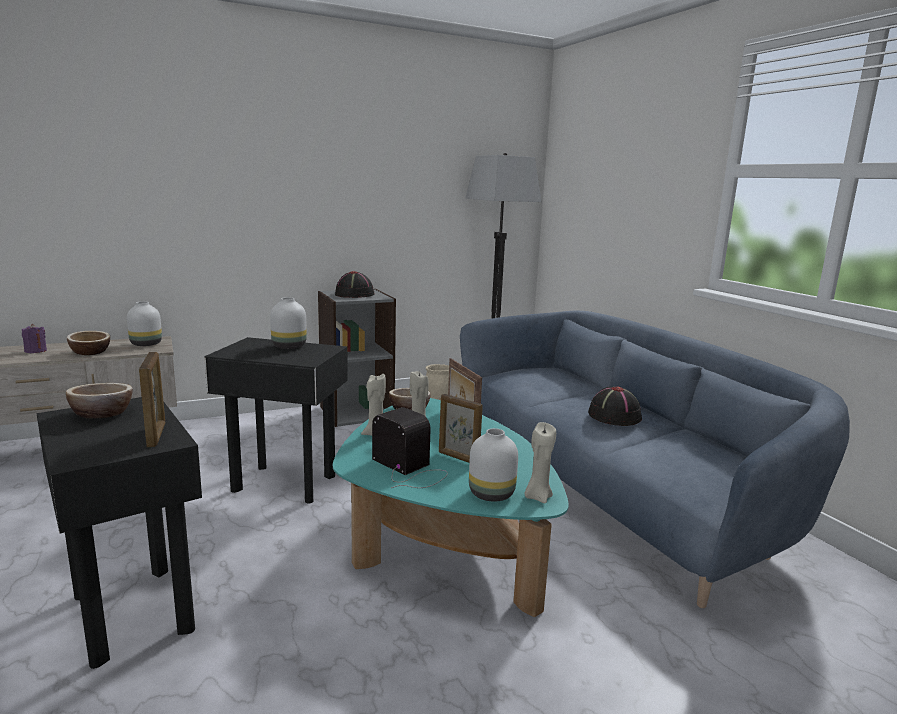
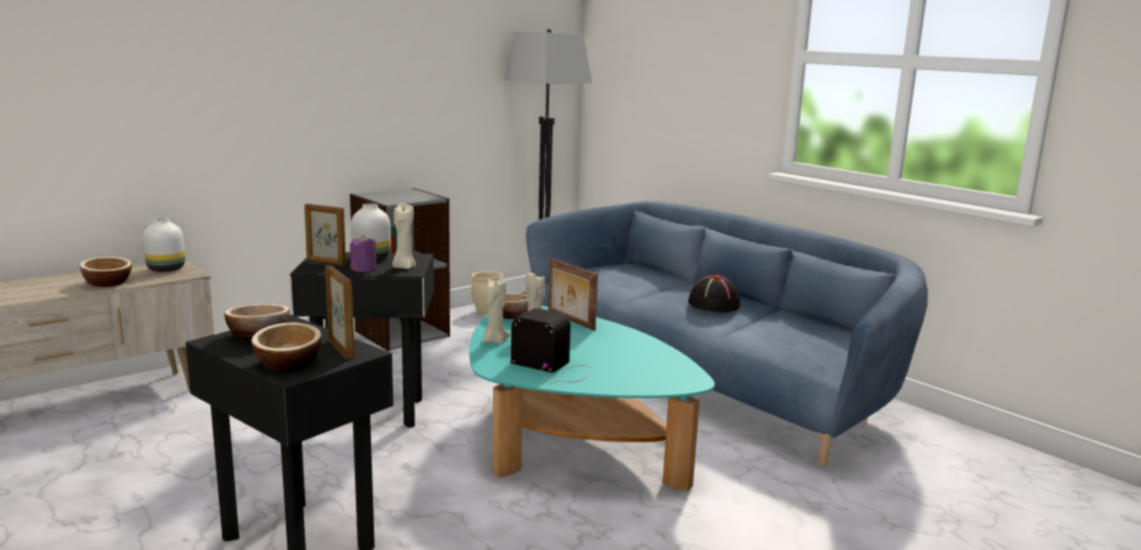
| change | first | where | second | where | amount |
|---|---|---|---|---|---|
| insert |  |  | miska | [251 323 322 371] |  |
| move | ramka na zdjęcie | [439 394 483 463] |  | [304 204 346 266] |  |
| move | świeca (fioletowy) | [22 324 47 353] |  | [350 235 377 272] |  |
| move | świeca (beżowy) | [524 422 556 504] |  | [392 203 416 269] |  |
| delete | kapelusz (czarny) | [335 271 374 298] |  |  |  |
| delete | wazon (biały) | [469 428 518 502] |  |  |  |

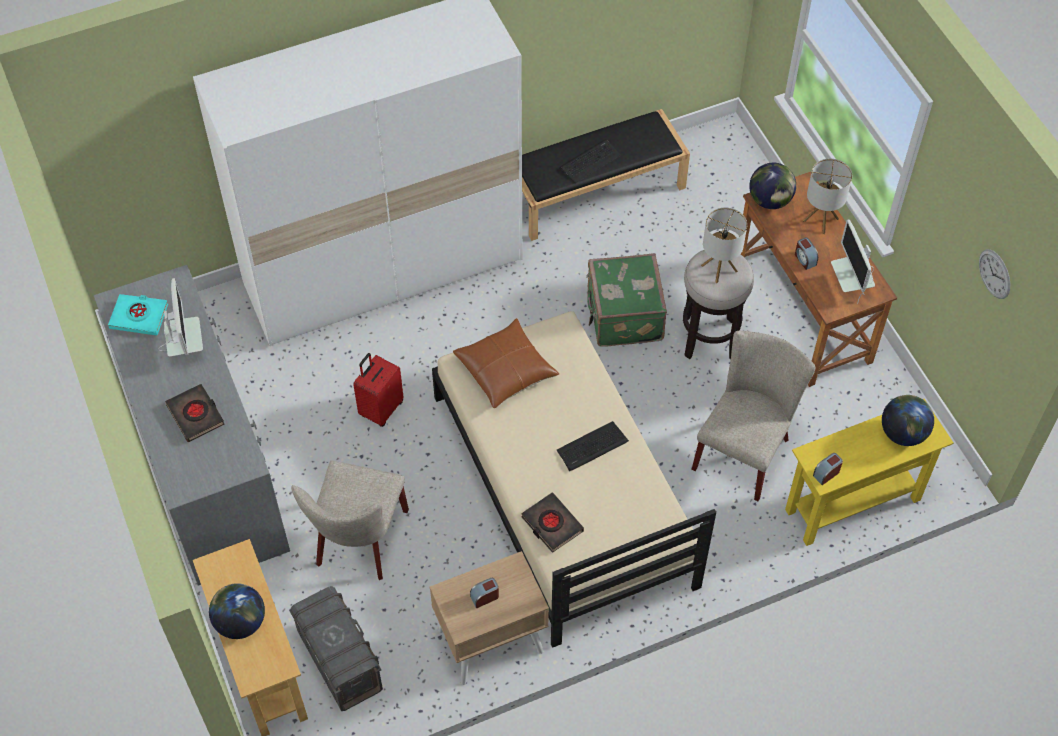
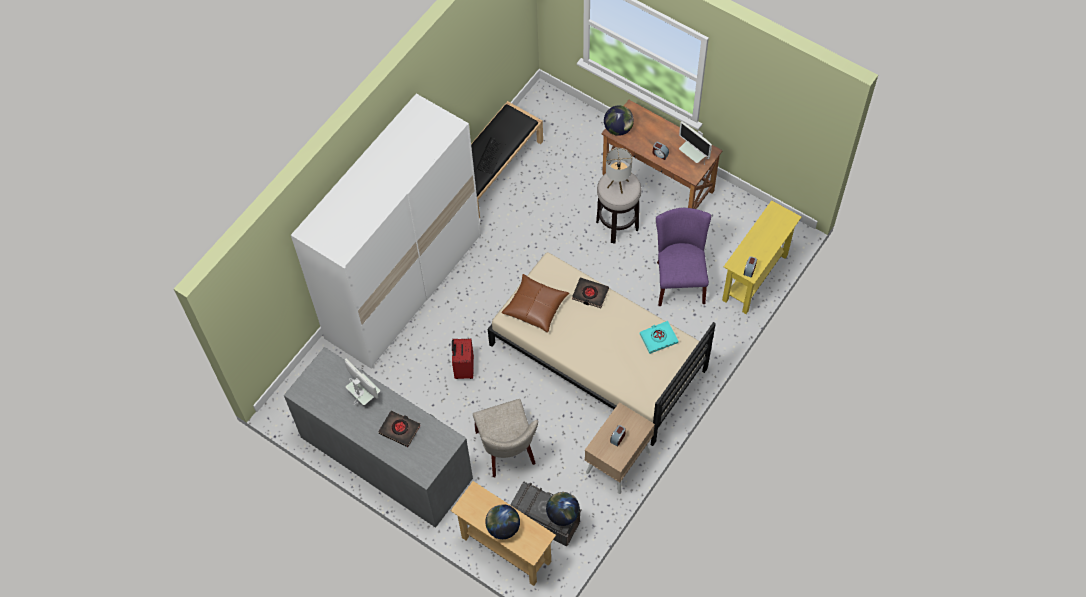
| change | first | where | second | where | amount |
|---|---|---|---|---|---|
| move | globus | [882 395 934 446] |  | [546 492 580 526] |  |
| move | książka (czarny) | [521 492 584 553] |  | [572 277 609 308] |  |
| move | książka (turkusowy) | [108 294 168 336] |  | [639 321 678 354] |  |
| recolor | krzesło (beżowy) | [692 331 815 501] | krzesło (fioletowy) | [656 208 711 306] |  |
| delete | klawiatura | [557 421 629 471] |  |  |  |
| delete | walizka (zielony) | [586 253 667 347] |  |  |  |
| delete | lampa stołowa | [803 159 852 234] |  |  |  |
| delete | zegar ścienny | [979 249 1010 299] |  |  |  |

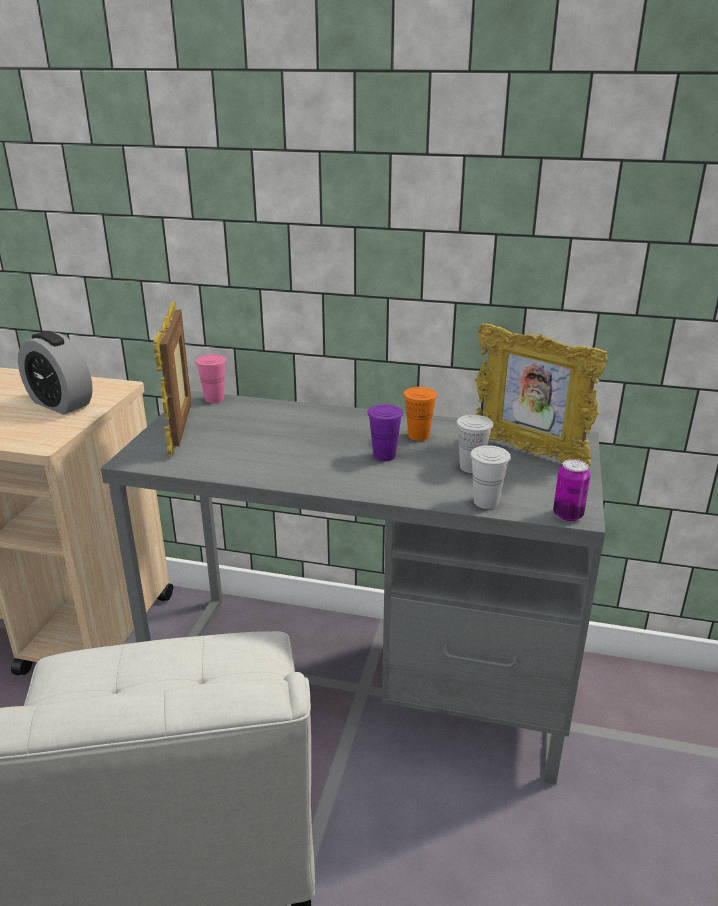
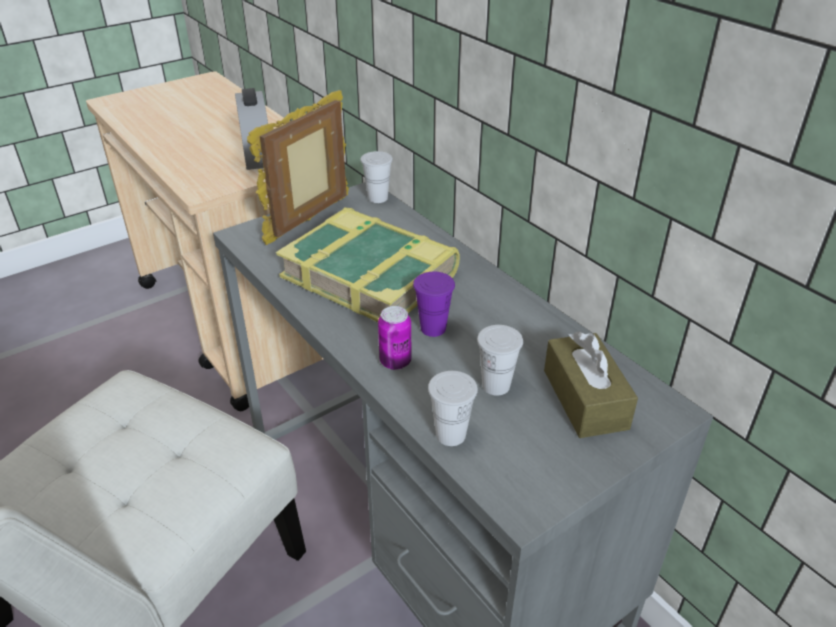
| change | first | where | second | where | amount |
|---|---|---|---|---|---|
| insert |  |  | książka | [276 207 460 322] |  |
| recolor | filiżanka (różowy) | [195 354 226 403] | filiżanka (biały) | [360 151 393 203] |  |
| move | puszka | [553 459 590 521] |  | [378 306 411 370] |  |
| replace | ramka na zdjęcie | [475 323 608 469] | pudełko chusteczek (brązowy) | [544 331 638 438] |  |
| delete | filiżanka (pomarańczowy) | [403 387 437 441] |  |  |  |

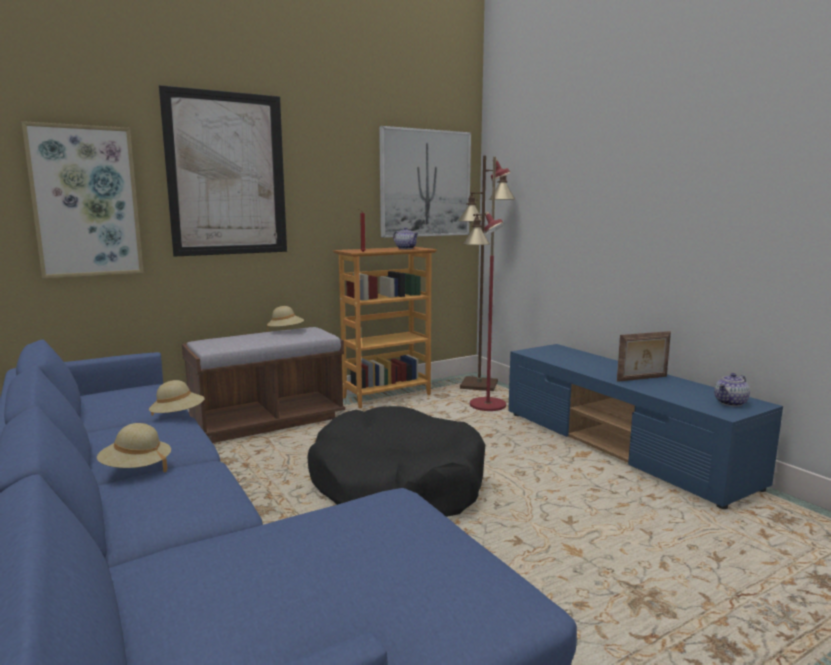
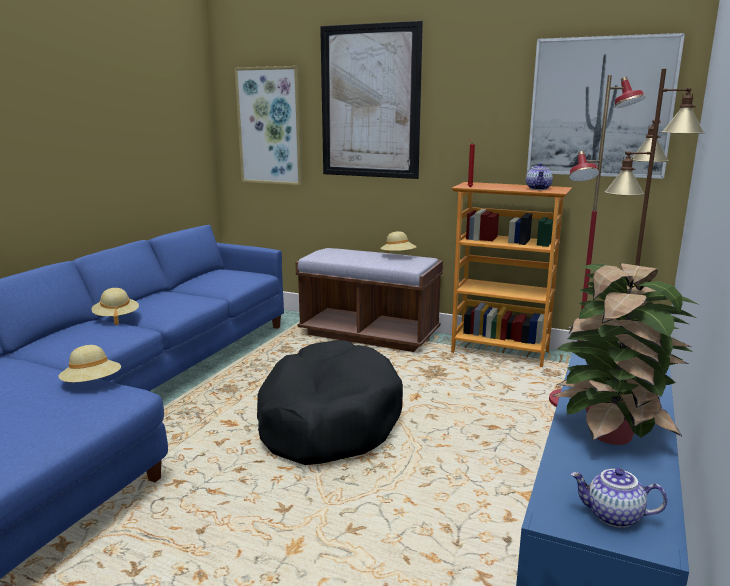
| change | first | where | second | where | amount |
|---|---|---|---|---|---|
| move | kapelusz (beżowy) | [149 380 204 416] |  | [58 345 121 382] |  |
| replace | ramka na zdjęcie | [617 331 671 382] | roślina doniczkowa | [552 263 699 445] |  |

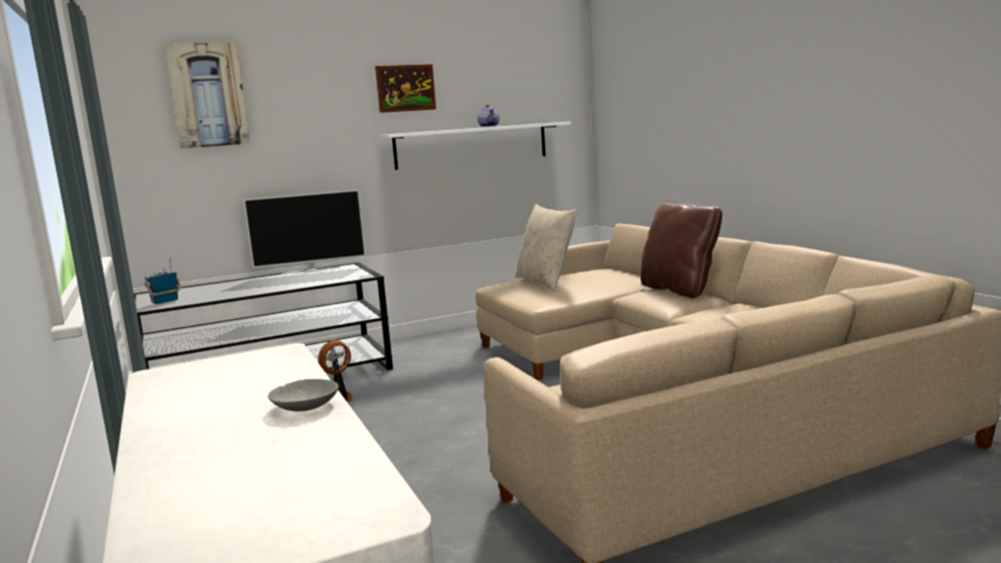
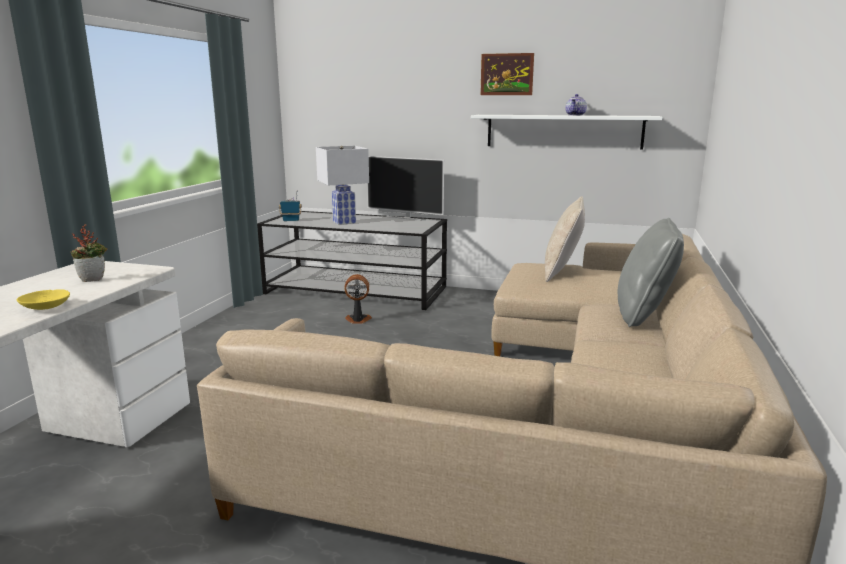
| change | first | where | second | where | amount |
|---|---|---|---|---|---|
| recolor | miska (szary) | [268 379 339 412] | miska (żółty) | [17 290 70 310] |  |
| insert |  |  | roślina doniczkowa | [71 224 108 282] |  |
| insert |  |  | lampa stołowa (biały) | [316 146 369 225] |  |
| recolor | poduszka (brązowy) | [641 201 722 299] | poduszka (szary) | [618 218 684 327] |  |
| delete | obraz | [164 42 250 149] |  |  |  |

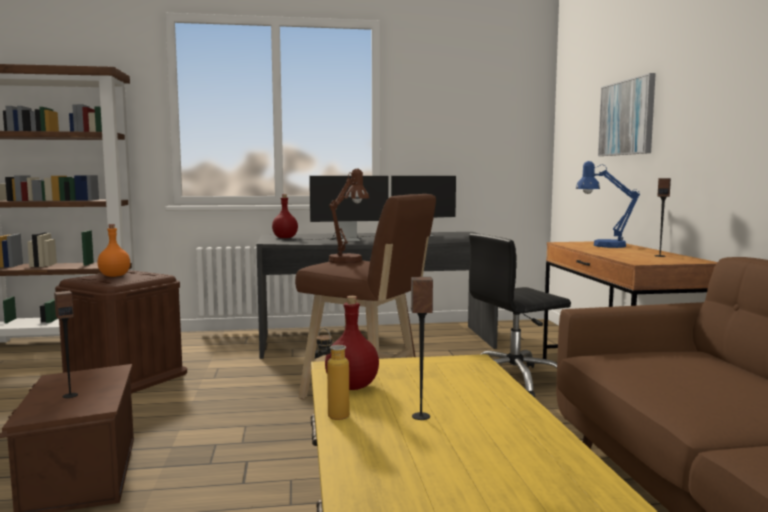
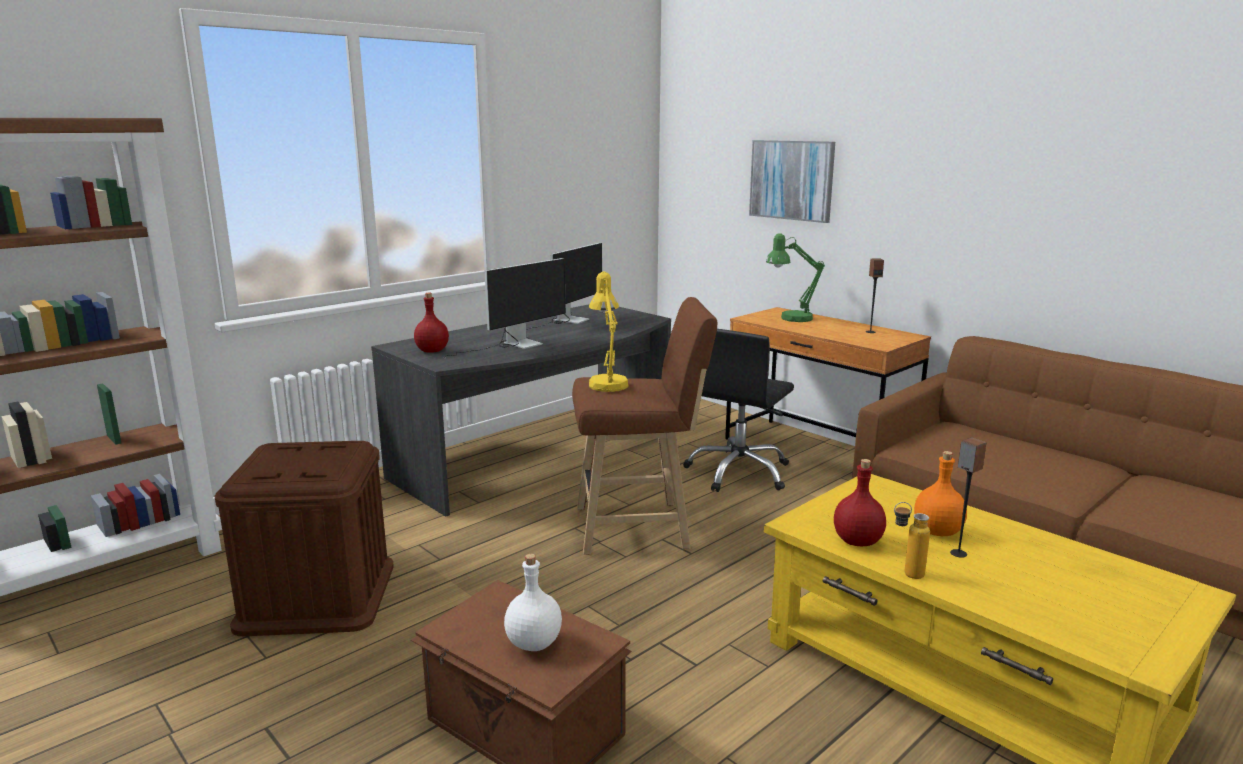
| change | first | where | second | where | amount |
|---|---|---|---|---|---|
| replace | głośnik | [54 291 78 398] | butelka (biały) | [504 554 562 651] |  |
| recolor | lampa stołowa (brązowy) | [329 169 369 264] | lampa stołowa (żółty) | [589 271 628 392] |  |
| recolor | lampa stołowa (niebieski) | [576 161 640 248] | lampa stołowa (zielony) | [766 233 825 322] |  |
| move | butelka (pomarańczowy) | [97 224 130 277] |  | [914 451 967 536] |  |

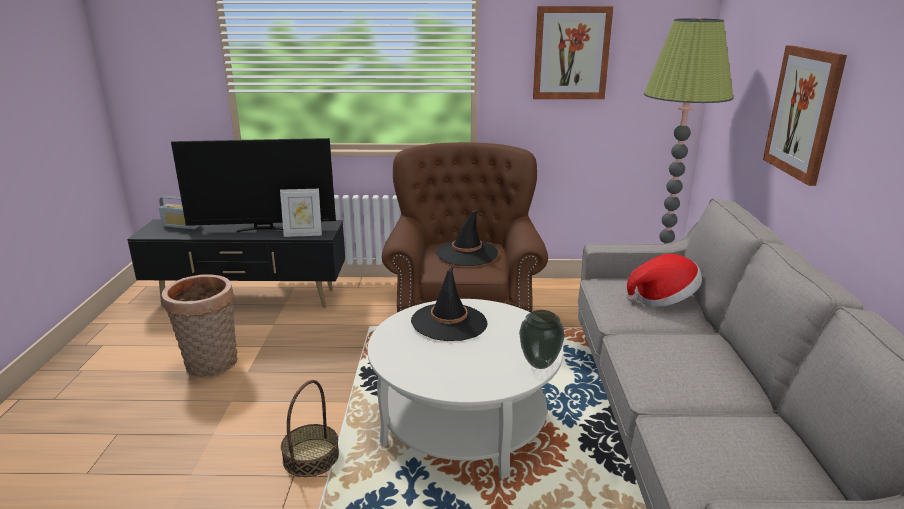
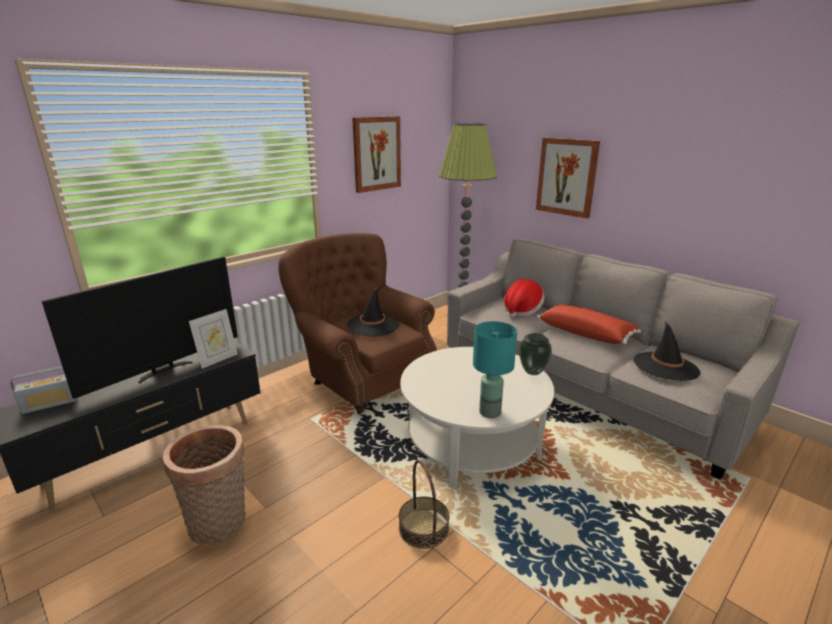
| change | first | where | second | where | amount |
|---|---|---|---|---|---|
| insert |  |  | lampa stołowa (turkusowy) | [473 321 517 418] |  |
| insert |  |  | poduszka (czerwony) | [537 304 641 344] |  |
| move | kapelusz (czarny) | [411 265 488 341] |  | [633 321 701 381] |  |

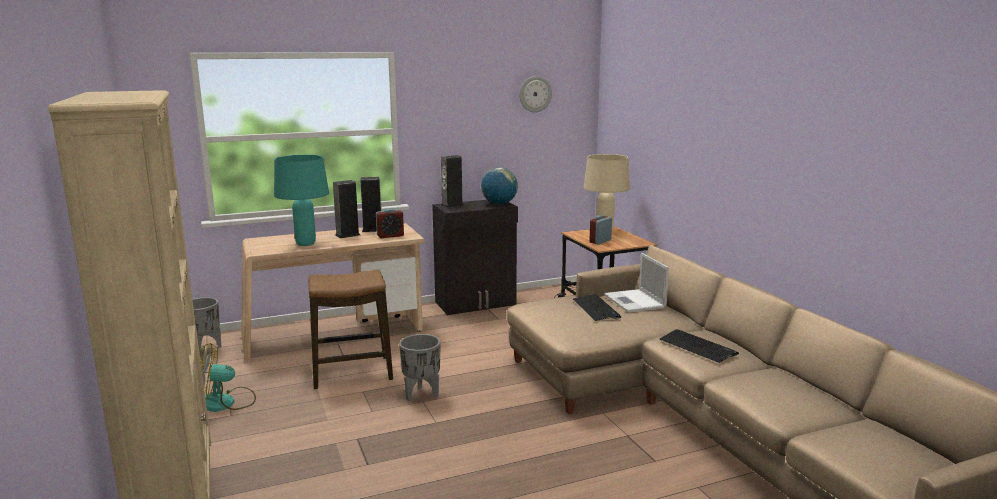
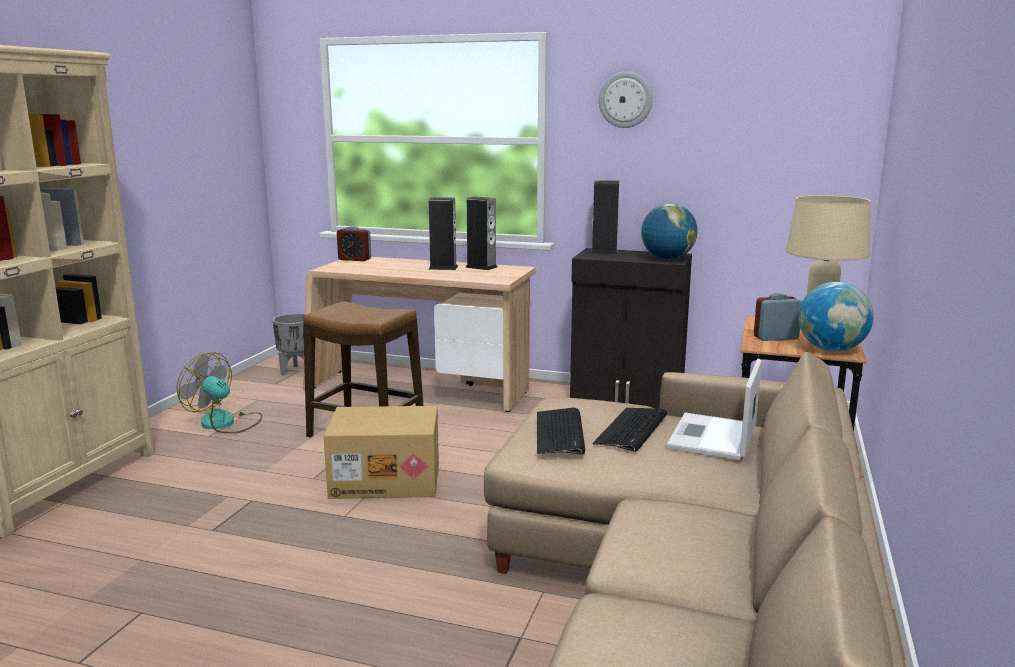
| change | first | where | second | where | amount |
|---|---|---|---|---|---|
| replace | donica (szary) | [399 334 441 401] | karton | [324 406 439 499] |  |
| move | budzik | [376 209 404 238] |  | [337 226 371 261] |  |
| move | klawiatura | [660 329 739 363] |  | [537 408 585 454] |  |
| move | zegar ścienny | [519 76 552 113] |  | [599 71 653 128] |  |
| insert |  |  | globus | [798 282 874 352] |  |
| delete | lampa stołowa (turkusowy) | [274 155 329 246] |  |  |  |

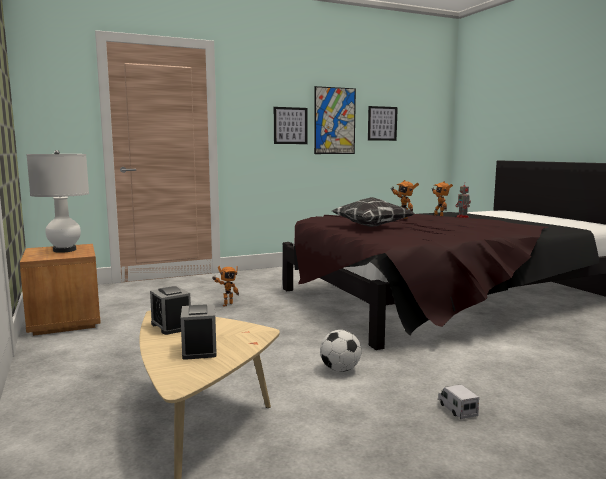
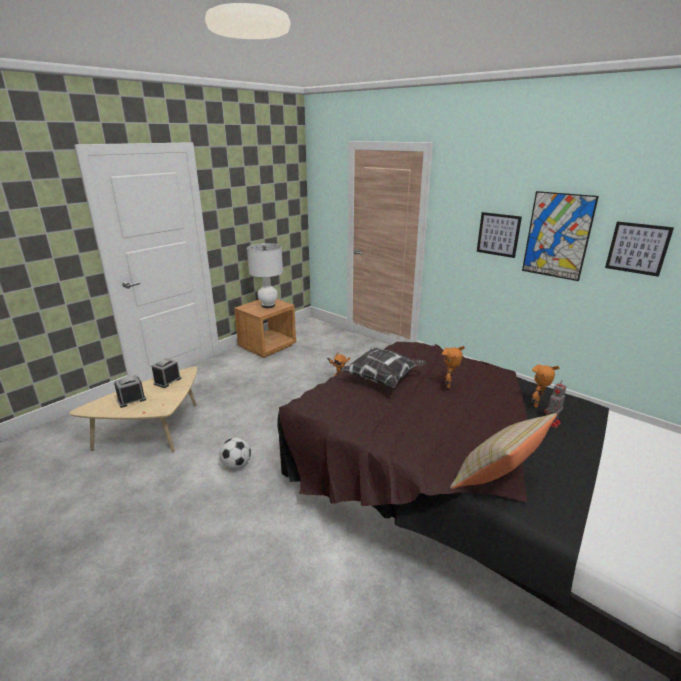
| change | first | where | second | where | amount |
|---|---|---|---|---|---|
| insert |  |  | poduszka (beżowy) | [450 413 557 489] |  |
| delete | ciężarówka zabawkowa | [438 384 479 419] |  |  |  |

